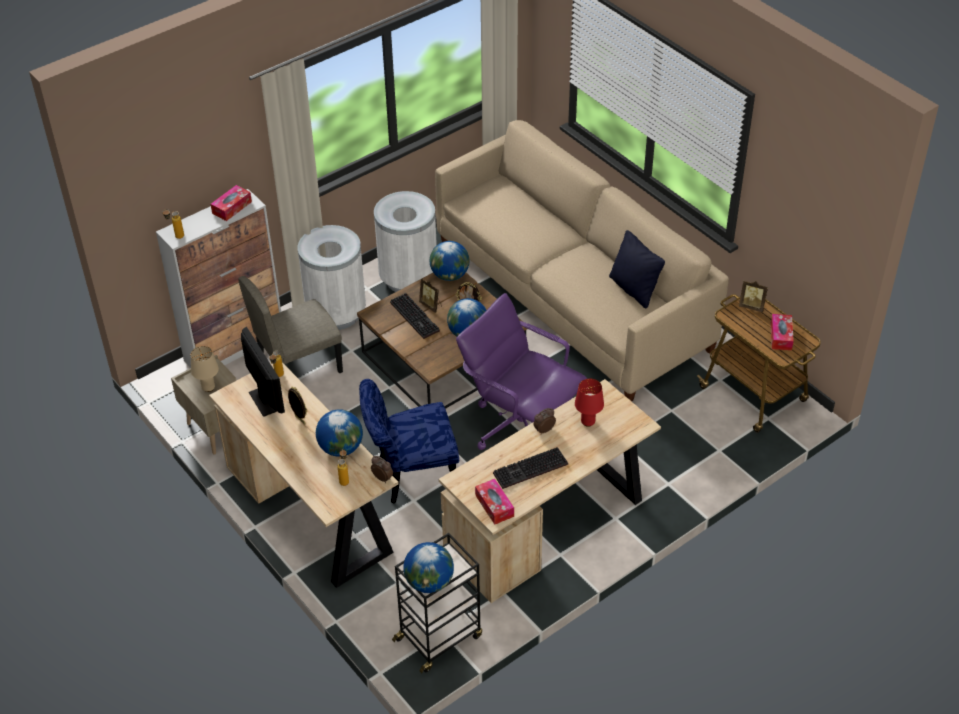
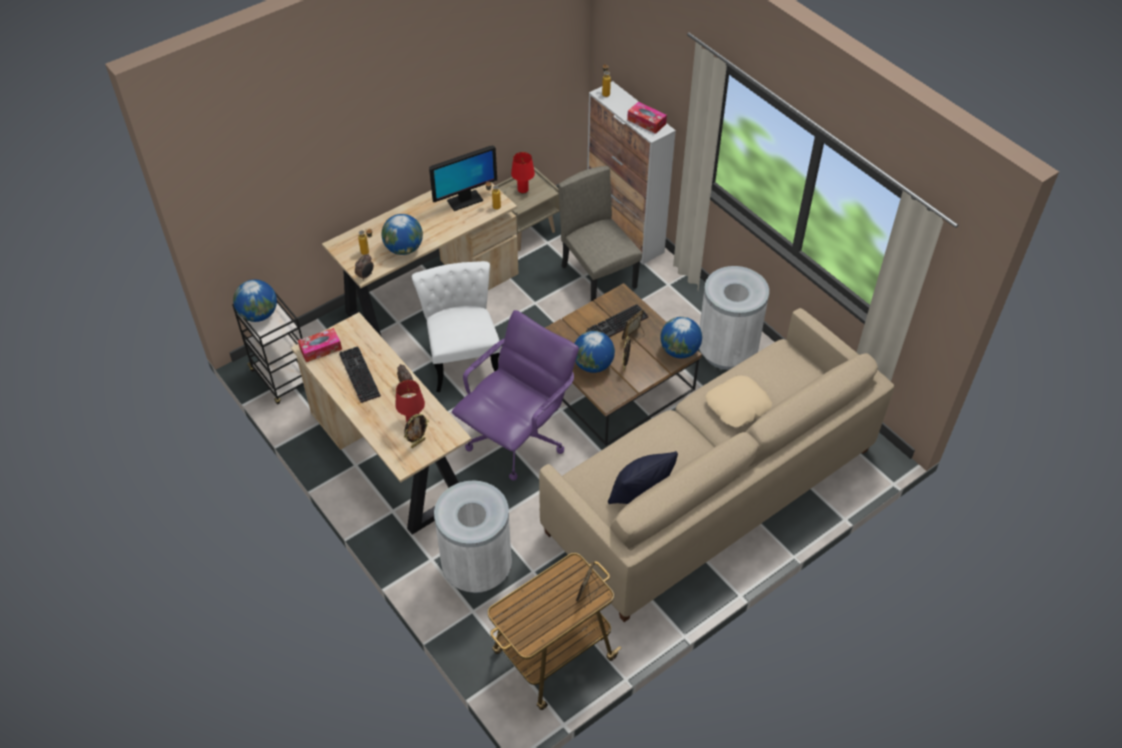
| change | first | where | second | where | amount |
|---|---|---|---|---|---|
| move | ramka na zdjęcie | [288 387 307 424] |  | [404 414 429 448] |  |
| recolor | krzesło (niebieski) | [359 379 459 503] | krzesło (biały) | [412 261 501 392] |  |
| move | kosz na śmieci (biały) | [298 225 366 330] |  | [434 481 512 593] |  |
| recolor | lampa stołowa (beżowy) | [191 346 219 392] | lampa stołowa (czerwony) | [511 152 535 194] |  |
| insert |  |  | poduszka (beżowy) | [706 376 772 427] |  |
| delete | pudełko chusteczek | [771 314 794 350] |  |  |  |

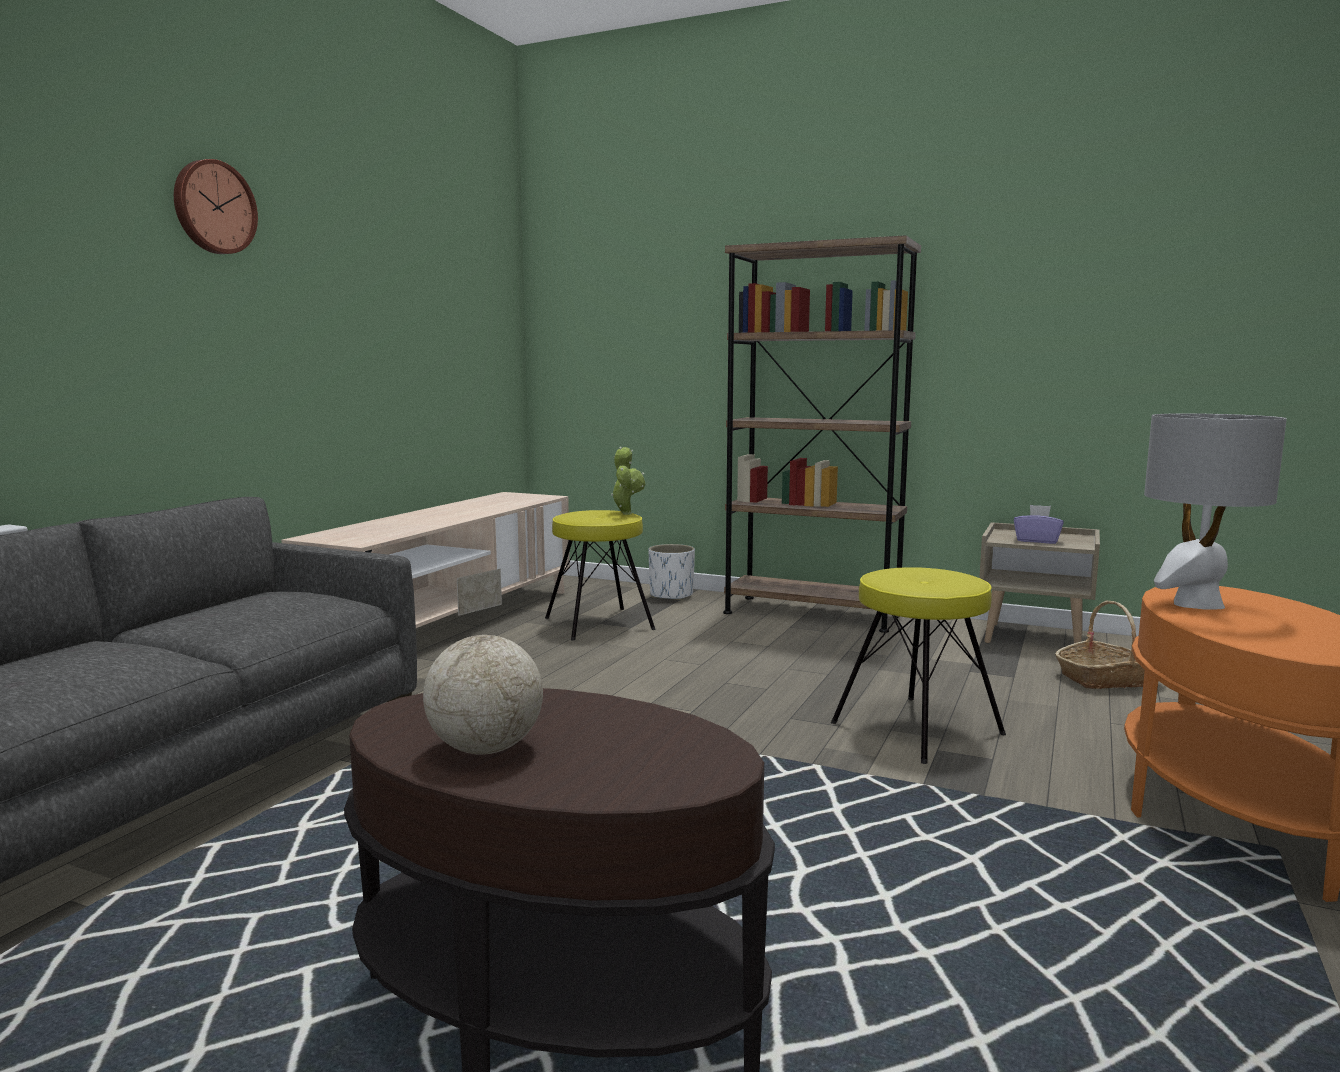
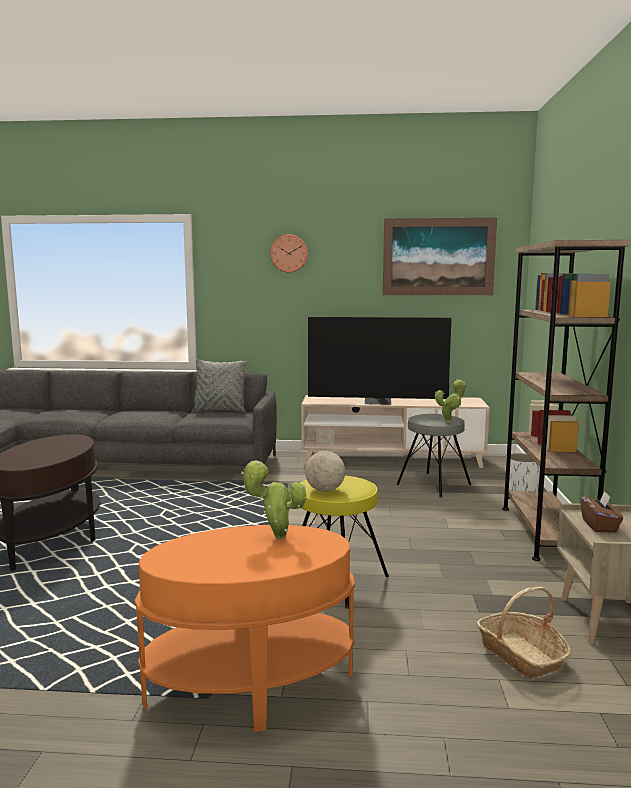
| change | first | where | second | where | amount |
|---|---|---|---|---|---|
| insert |  |  | poduszka (szary) | [192 359 247 412] |  |
| replace | lampa stołowa (szary) | [1144 413 1287 610] | roślina doniczkowa | [241 460 306 539] |  |
| move | globus | [423 569 543 755] |  | [305 429 345 492] |  |
| insert |  |  | telewizor | [308 317 452 405] |  |
| insert |  |  | obraz | [383 218 497 295] |  |
| recolor | stołek (żółty) | [545 510 656 641] | stołek (szary) | [396 414 471 498] |  |
| recolor | pudełko chusteczek (fioletowy) | [1014 505 1064 544] | pudełko chusteczek (brązowy) | [580 491 623 533] |  |

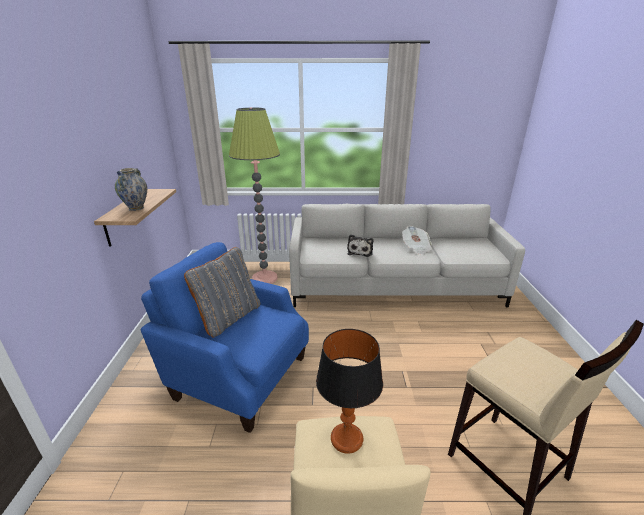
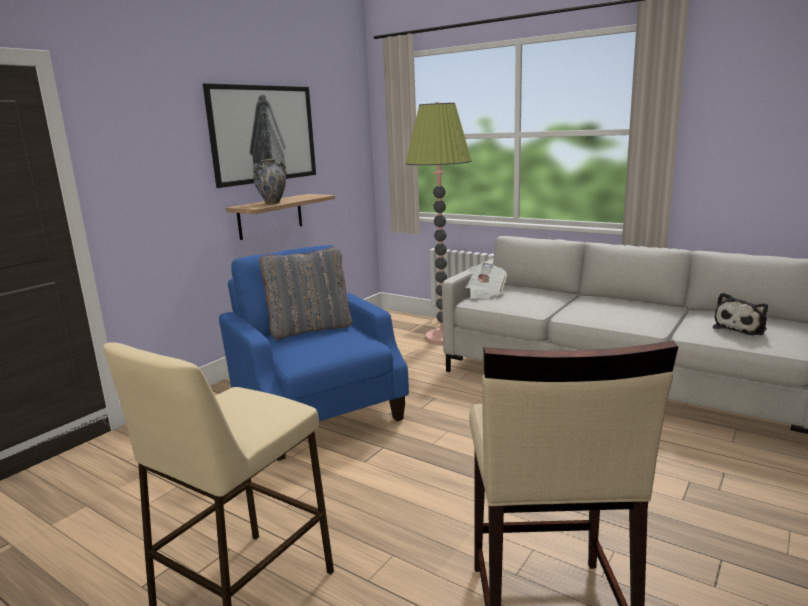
| change | first | where | second | where | amount |
|---|---|---|---|---|---|
| insert |  |  | obraz | [203 83 316 188] |  |
| move | gazeta | [402 226 433 255] |  | [465 262 508 299] |  |
| move | pluszak | [347 234 373 257] |  | [713 292 768 336] |  |
| delete | lampa stołowa | [316 329 383 454] |  |  |  |

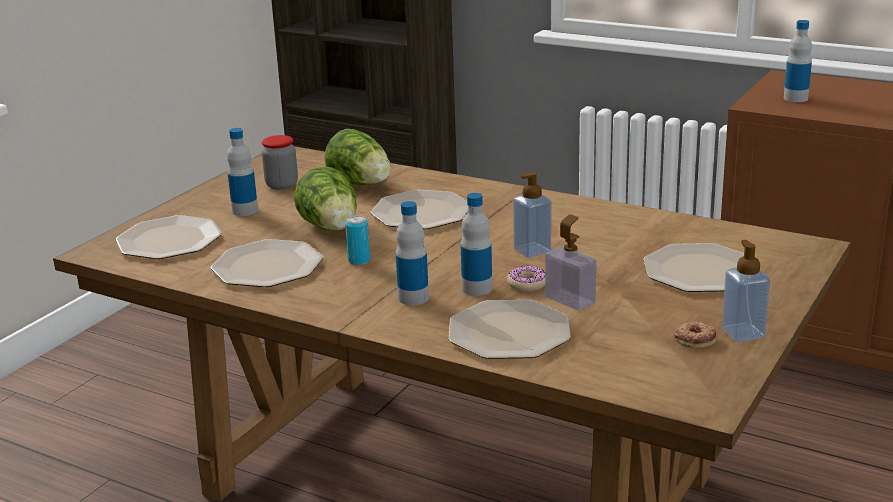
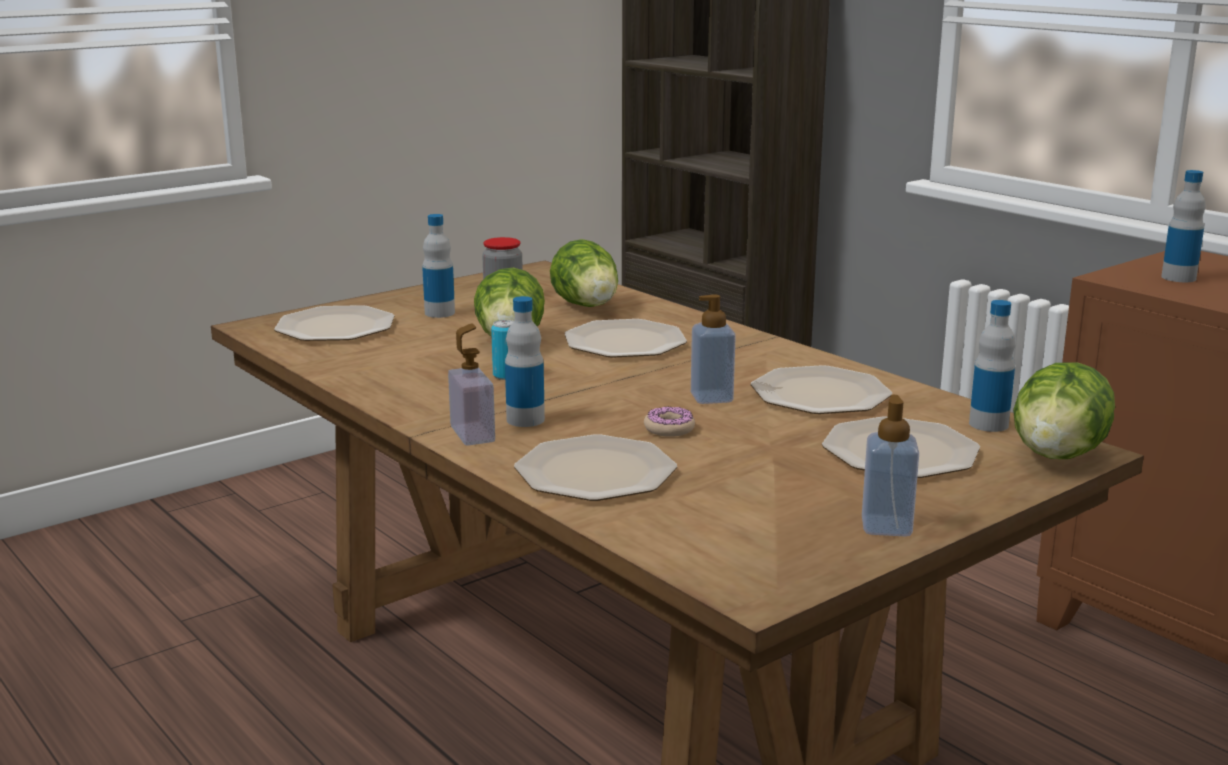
| change | first | where | second | where | amount |
|---|---|---|---|---|---|
| move | dozownik mydła | [545 214 596 311] |  | [448 323 495 446] |  |
| move | talerz | [211 239 323 287] |  | [751 365 892 414] |  |
| move | butelka | [461 193 492 296] |  | [969 300 1016 432] |  |
| insert |  |  | sałata | [1013 362 1115 459] |  |
| delete | donut | [674 321 716 348] |  |  |  |

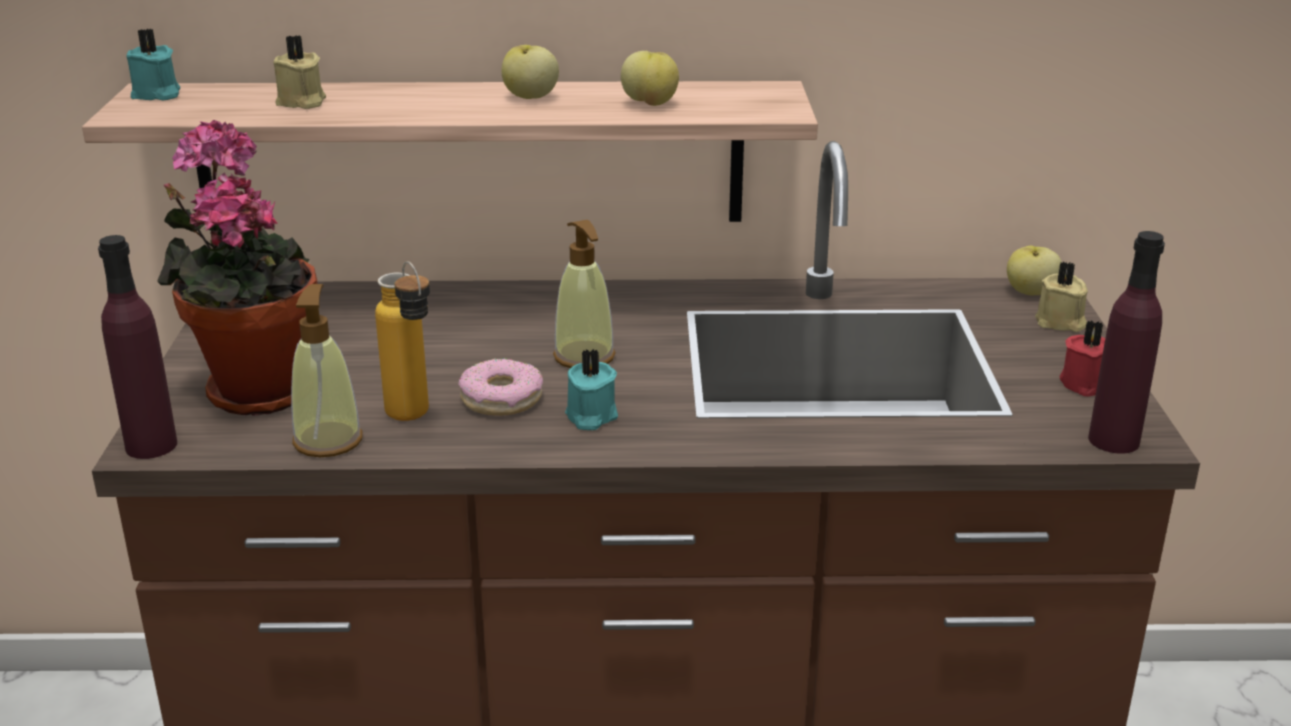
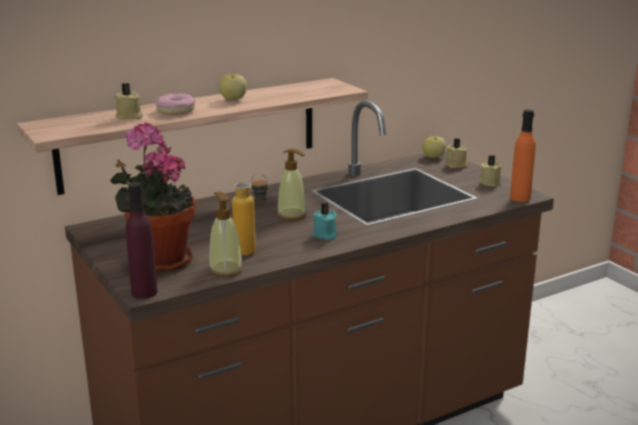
| change | first | where | second | where | amount |
|---|---|---|---|---|---|
| move | donut | [458 359 543 416] |  | [156 94 195 115] |  |
| recolor | świeca (czerwony) | [1060 320 1105 397] | świeca (beżowy) | [478 155 501 187] |  |
| recolor | butelka (fioletowy) | [1088 231 1165 454] | butelka (pomarańczowy) | [510 109 536 202] |  |
| delete | świeca (turkusowy) | [126 29 180 101] |  |  |  |
| delete | jabłko | [621 51 679 106] |  |  |  |

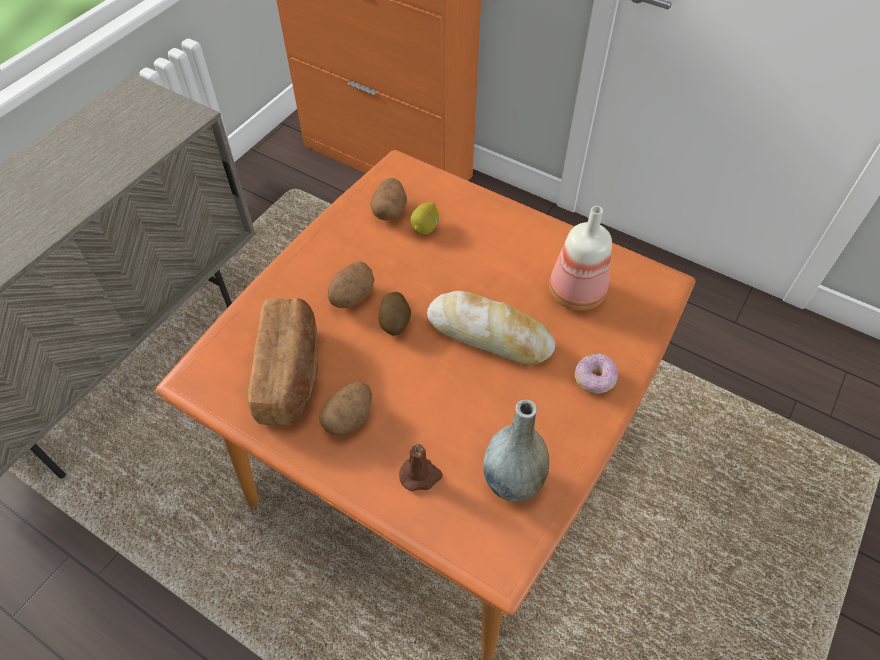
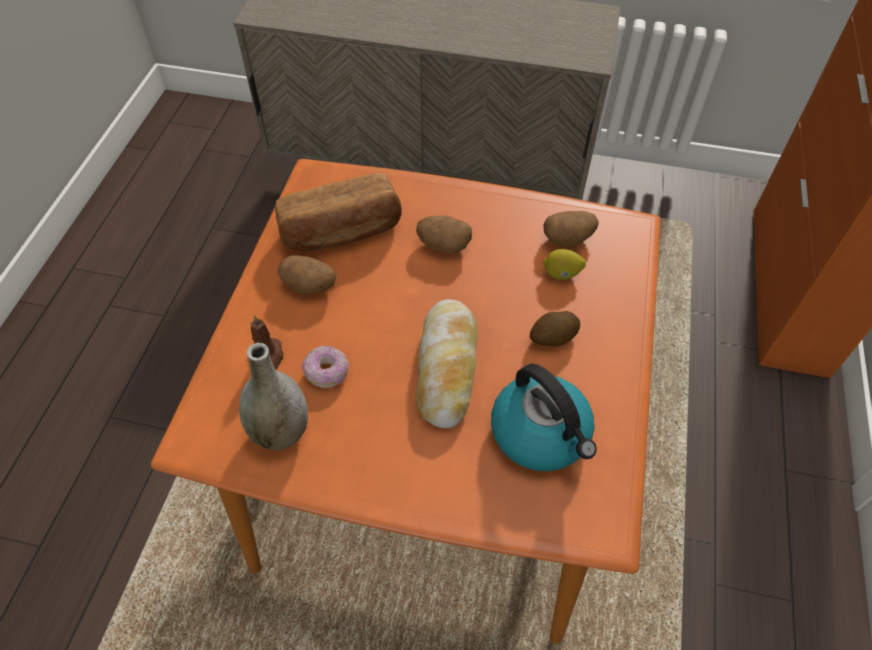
| change | first | where | second | where | amount |
|---|---|---|---|---|---|
| move | donut | [575 353 618 393] |  | [302 345 349 388] |  |
| replace | butelka | [549 206 612 311] | czajnik | [491 364 597 471] |  |
| move | ziemniak | [378 292 411 336] |  | [530 311 580 346] |  |

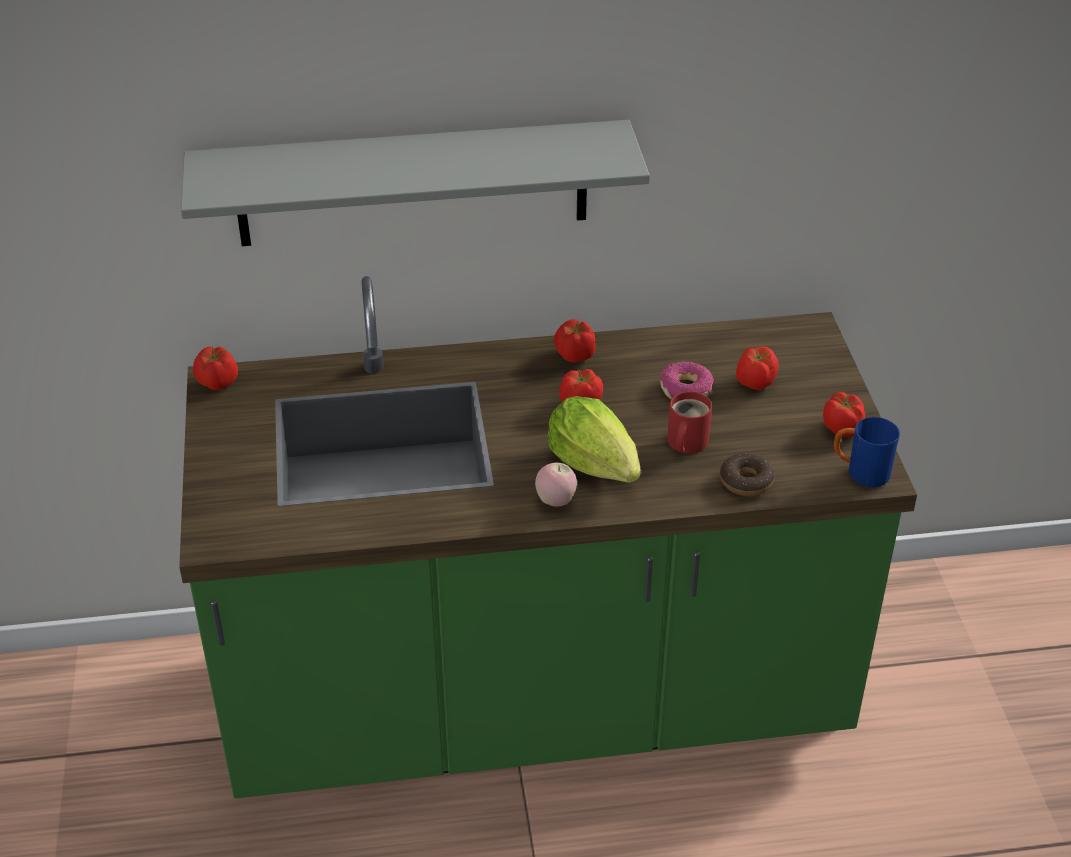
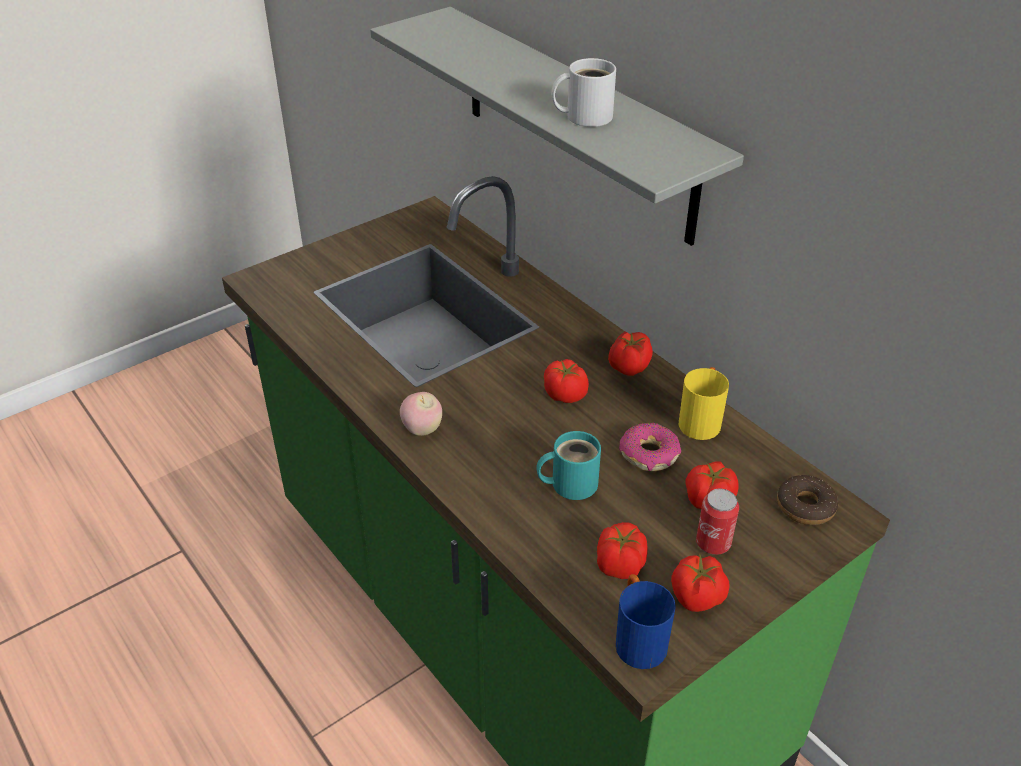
| change | first | where | second | where | amount |
|---|---|---|---|---|---|
| recolor | kubek (czerwony) | [667 391 712 454] | kubek (turkusowy) | [536 431 601 500] |  |
| insert |  |  | kubek (biały) | [551 58 616 127] |  |
| move | pomidor | [193 346 238 390] |  | [597 522 648 579] |  |
| insert |  |  | kubek (żółty) | [679 367 729 440] |  |
| insert |  |  | puszka | [696 489 739 555] |  |
| move | donut | [720 453 775 496] |  | [777 475 838 525] |  |
| delete | sałata | [547 396 641 483] |  |  |  |

